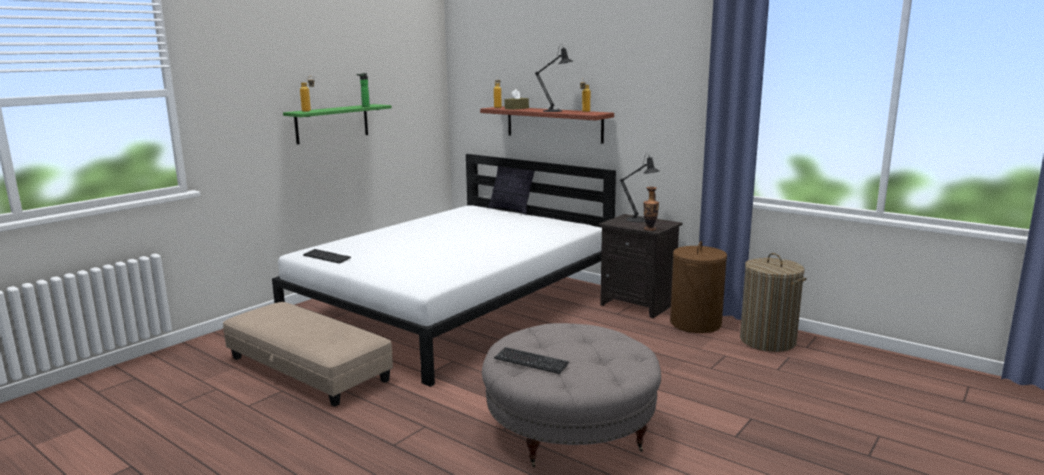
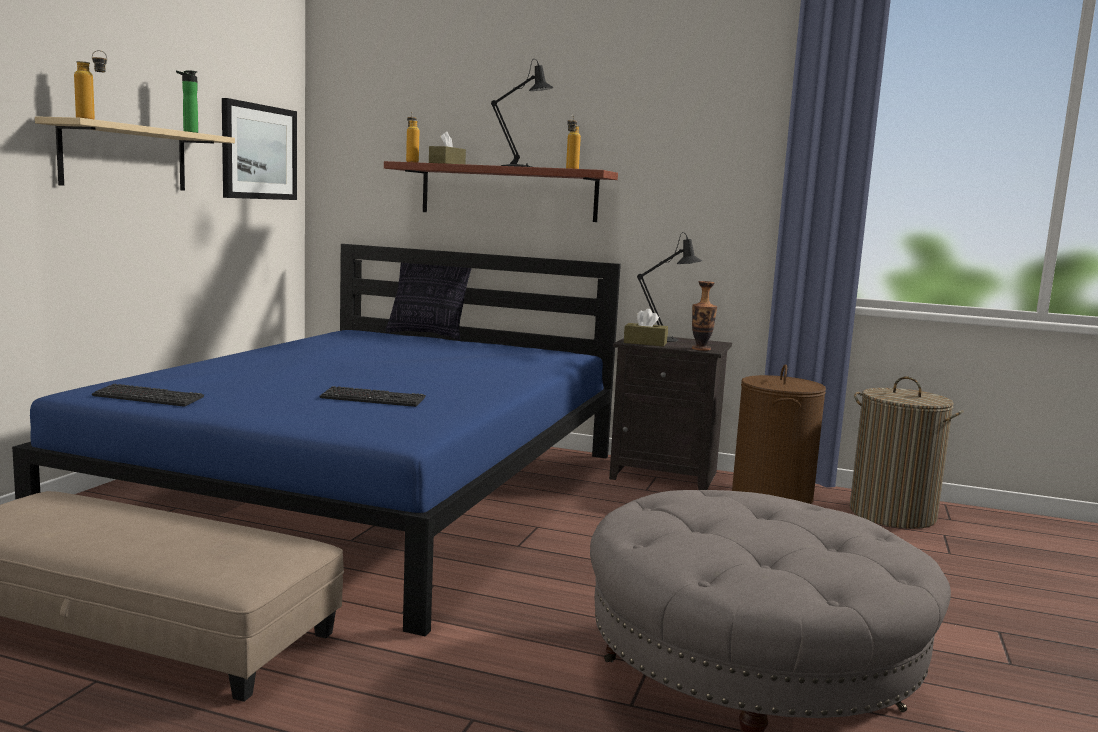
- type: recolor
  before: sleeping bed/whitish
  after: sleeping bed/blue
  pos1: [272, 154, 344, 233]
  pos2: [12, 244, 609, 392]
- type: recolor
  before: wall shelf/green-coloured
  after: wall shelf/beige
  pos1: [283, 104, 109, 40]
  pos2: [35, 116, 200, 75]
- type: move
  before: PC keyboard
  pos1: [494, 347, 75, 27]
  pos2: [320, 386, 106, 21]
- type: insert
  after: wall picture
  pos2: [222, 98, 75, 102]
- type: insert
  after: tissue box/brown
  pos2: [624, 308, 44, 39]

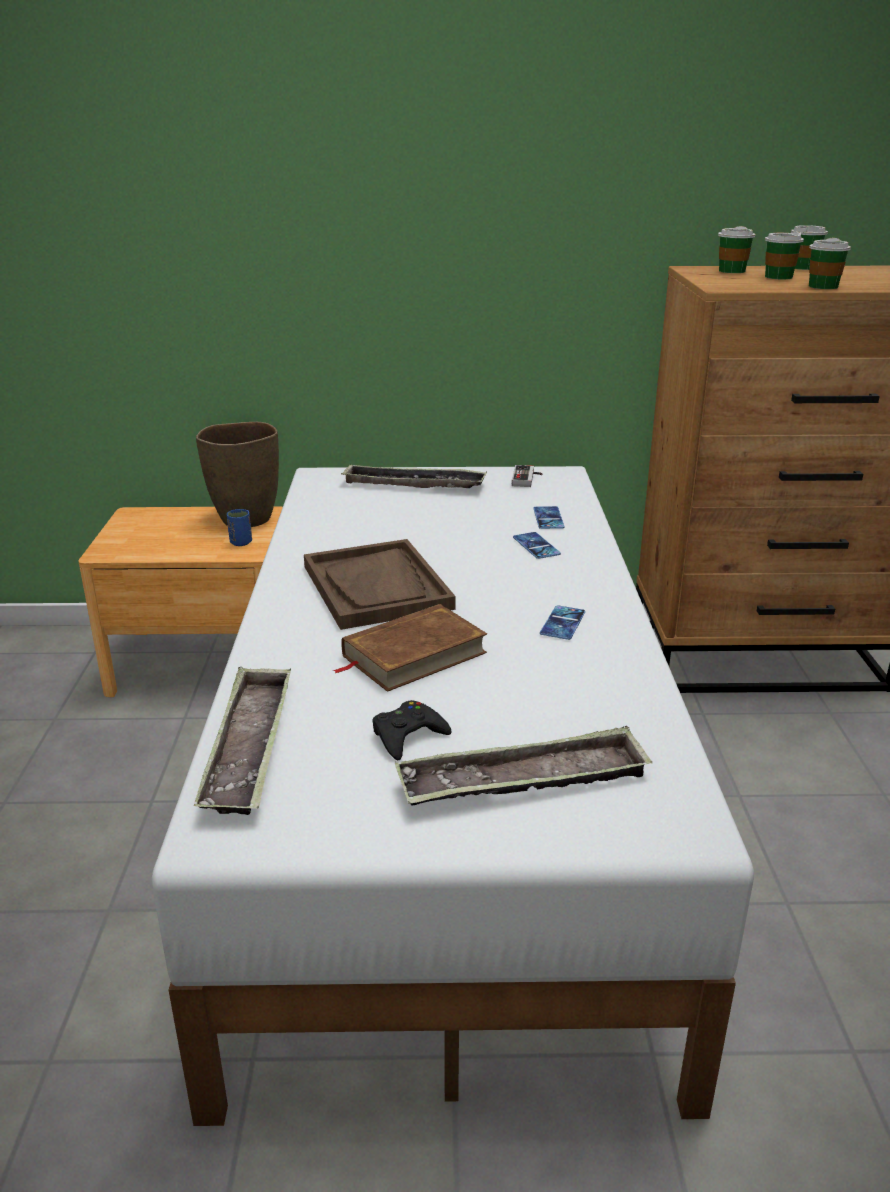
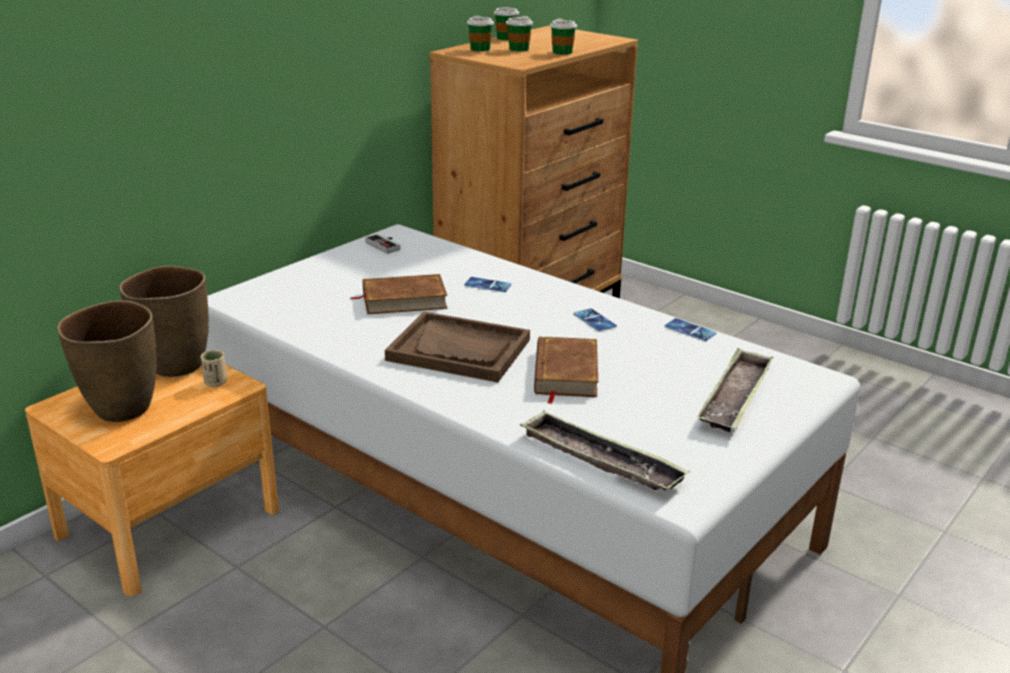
- type: recolor
  before: small cup/blue
  after: small cup/beige
  pos1: [227, 509, 25, 37]
  pos2: [201, 350, 26, 37]
- type: delete
  before: carrying tray
  pos1: [341, 464, 146, 24]
- type: delete
  before: game controller/black
  pos1: [372, 700, 79, 60]
- type: move
  before: handset
  pos1: [533, 506, 31, 23]
  pos2: [665, 318, 52, 23]
- type: insert
  after: flower vase/brown
  pos2: [57, 300, 100, 122]
- type: insert
  after: bound book/brown
  pos2: [350, 274, 98, 40]

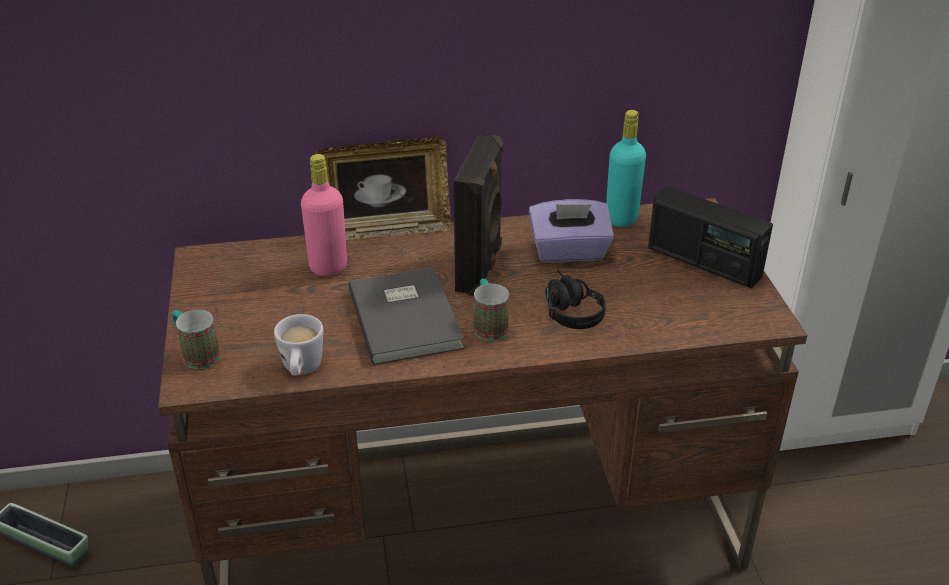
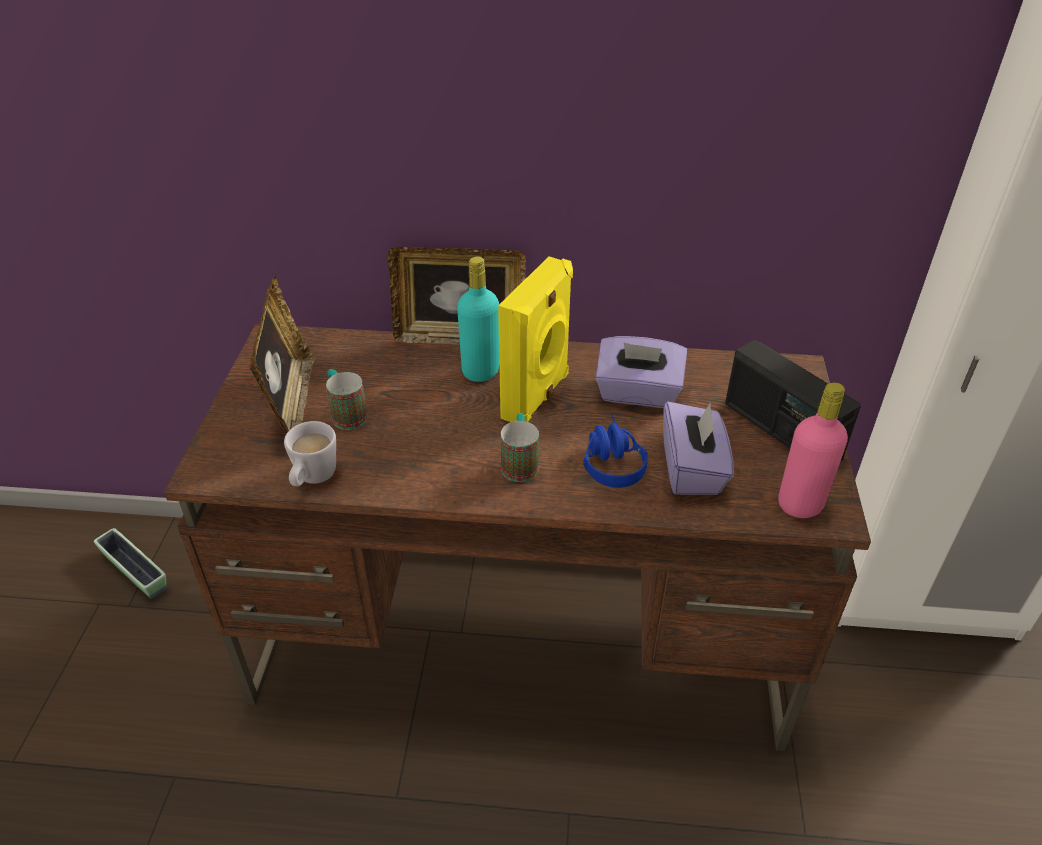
- type: move
  before: tea mug
  pos1: [172, 310, 48, 59]
  pos2: [326, 369, 42, 61]
- type: move
  before: beverage bottle/pink-coloured
  pos1: [301, 154, 46, 122]
  pos2: [778, 382, 70, 136]
- type: delete
  before: bound book/gray
  pos1: [348, 268, 116, 97]
- type: recolor
  before: loudspeaker/black
  after: loudspeaker/yellow
  pos1: [454, 135, 49, 161]
  pos2: [498, 256, 75, 166]
- type: recolor
  before: headphones/black
  after: headphones/blue
  pos1: [546, 270, 60, 59]
  pos2: [583, 414, 65, 74]
- type: move
  before: beverage bottle/turquoise
  pos1: [606, 110, 40, 117]
  pos2: [457, 256, 42, 126]
- type: insert
  after: standing frame
  pos2: [249, 277, 67, 157]
- type: insert
  after: tissue box/purple
  pos2: [663, 401, 71, 94]

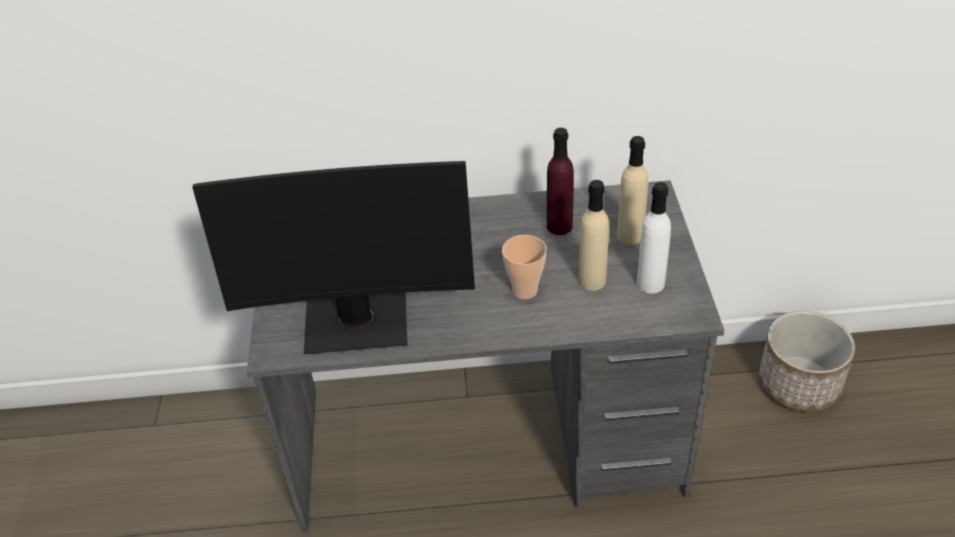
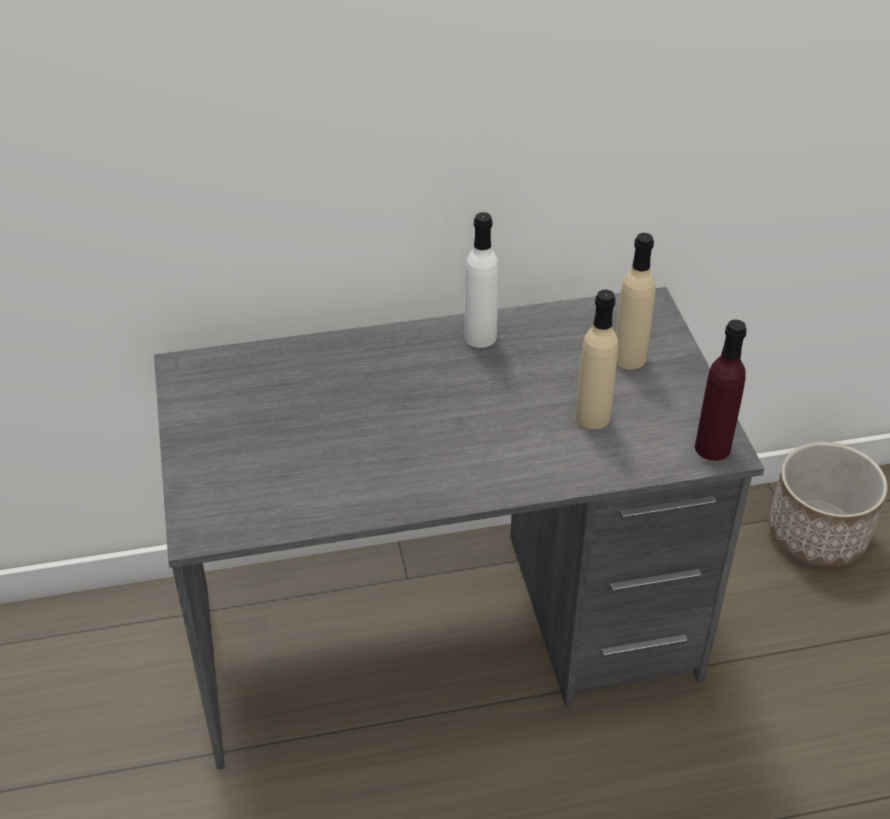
- type: delete
  before: monitor
  pos1: [192, 161, 283, 193]
- type: delete
  before: small cup
  pos1: [502, 235, 45, 64]
- type: move
  before: beverage bottle/purple
  pos1: [547, 128, 27, 107]
  pos2: [695, 320, 52, 141]
- type: move
  before: beverage bottle/whitish
  pos1: [637, 182, 34, 112]
  pos2: [464, 212, 35, 136]

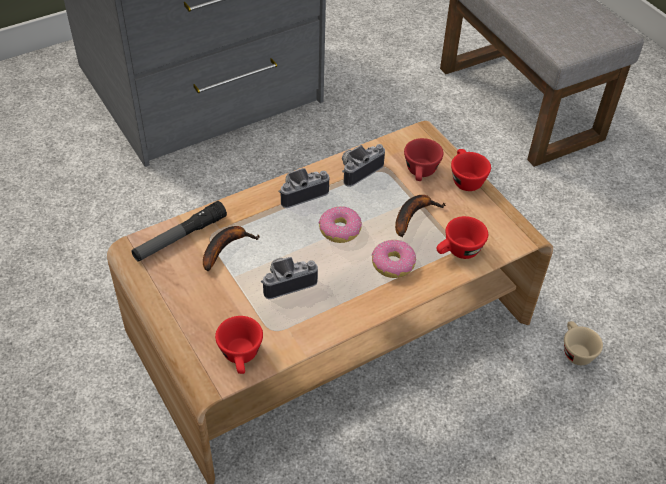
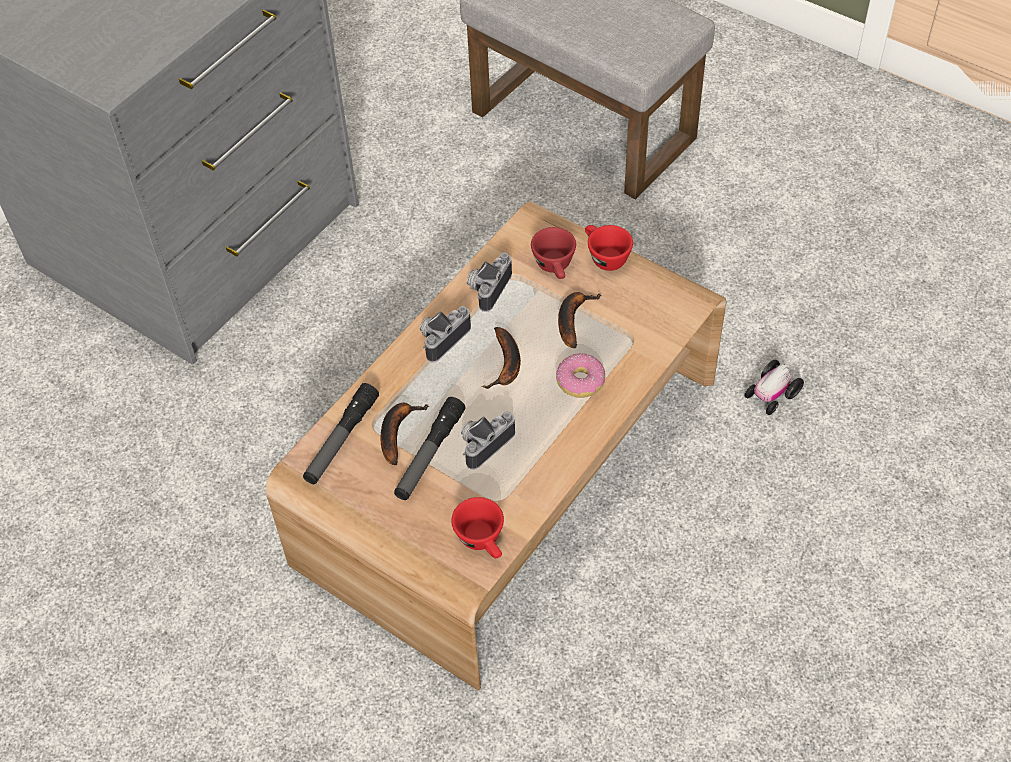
- type: replace
  before: ring doughnut
  after: whole banana
  pos1: [319, 206, 43, 37]
  pos2: [482, 327, 39, 62]
- type: delete
  before: small cup/red
  pos1: [436, 216, 52, 43]
- type: replace
  before: small cup/beige
  after: toy car
  pos1: [564, 321, 39, 44]
  pos2: [744, 360, 60, 55]
- type: insert
  after: flashlight
  pos2: [394, 397, 72, 103]

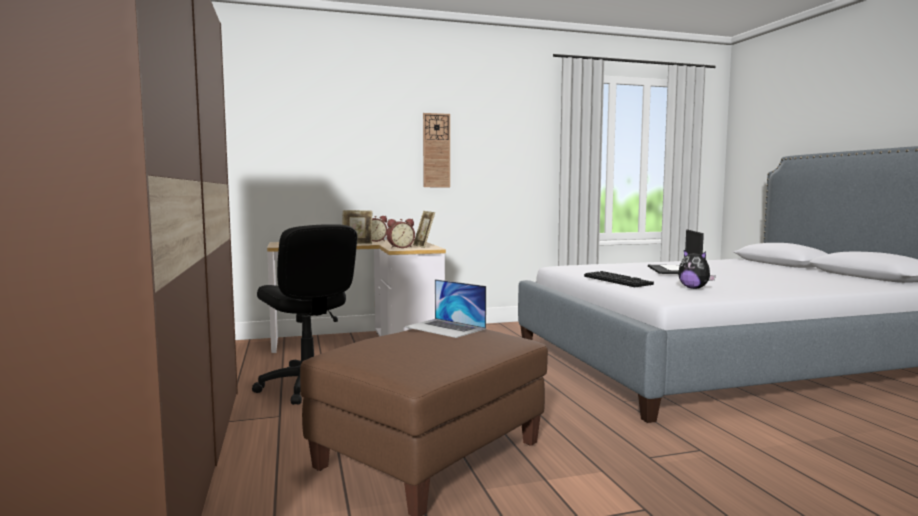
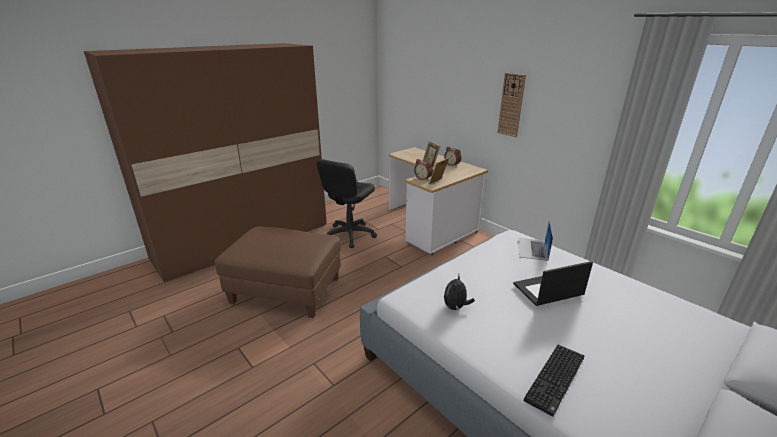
- type: move
  before: portable computer
  pos1: [405, 279, 81, 59]
  pos2: [518, 220, 35, 41]
- type: move
  before: PC keyboard
  pos1: [584, 271, 70, 16]
  pos2: [524, 345, 60, 71]

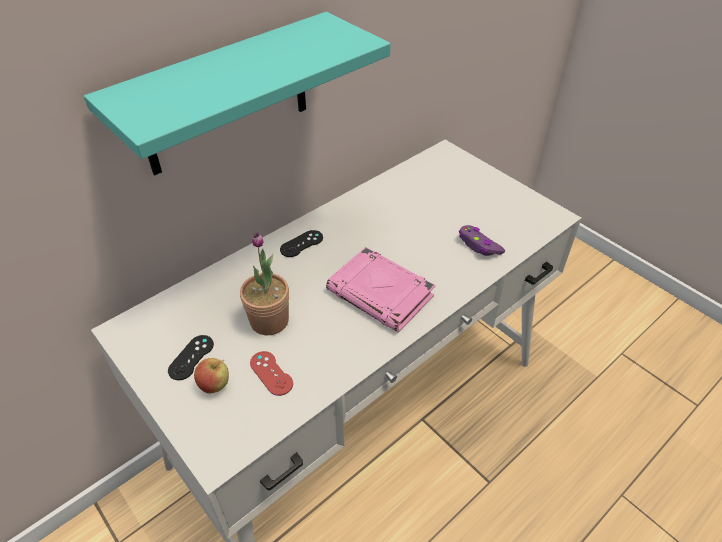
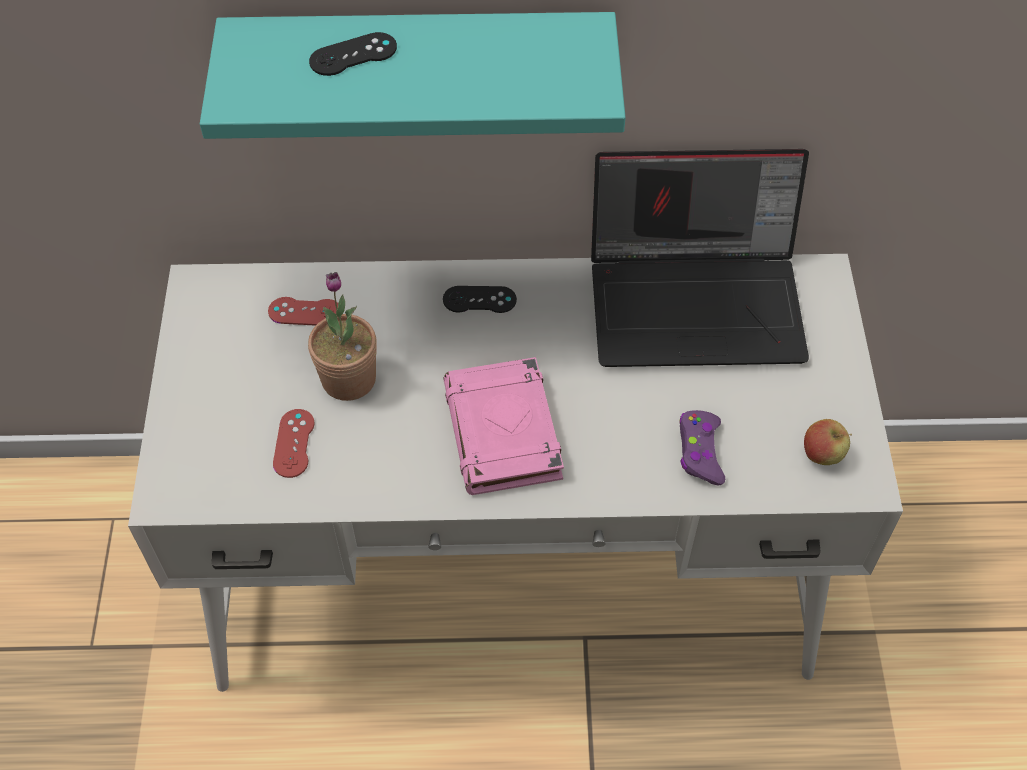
- type: move
  before: game controller/black
  pos1: [168, 335, 46, 45]
  pos2: [309, 32, 88, 44]
- type: move
  before: whole apple
  pos1: [194, 358, 35, 36]
  pos2: [804, 419, 48, 46]
- type: insert
  after: game controller/red
  pos2: [268, 297, 70, 29]
- type: insert
  after: portable computer
  pos2: [591, 149, 218, 218]

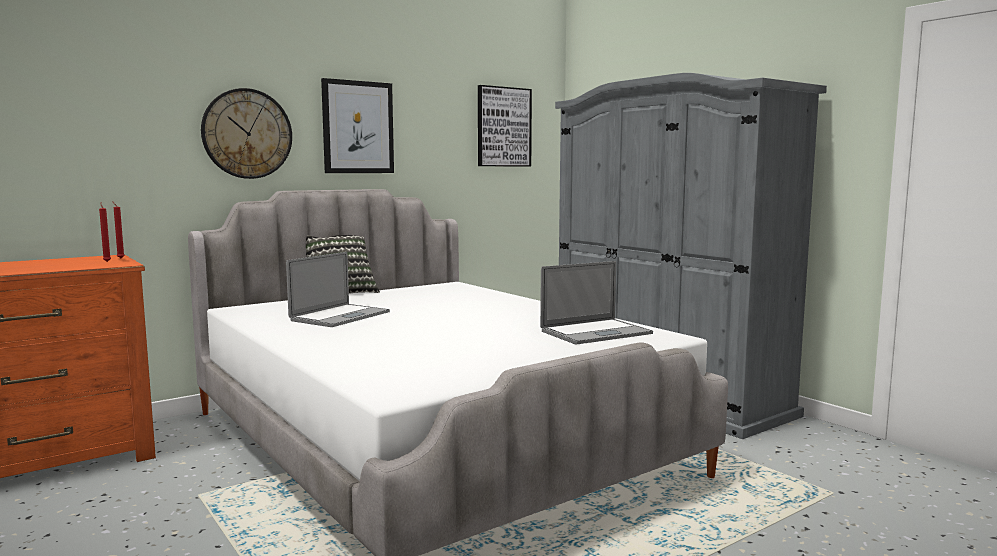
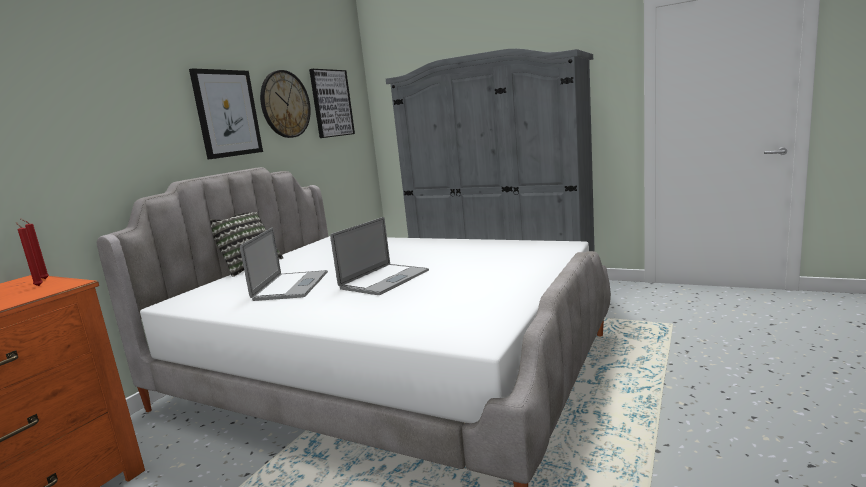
- type: move
  before: clock on the wall
  pos1: [201, 88, 91, 91]
  pos2: [260, 70, 51, 68]
- type: move
  before: portable computer
  pos1: [540, 261, 113, 84]
  pos2: [330, 217, 99, 78]

